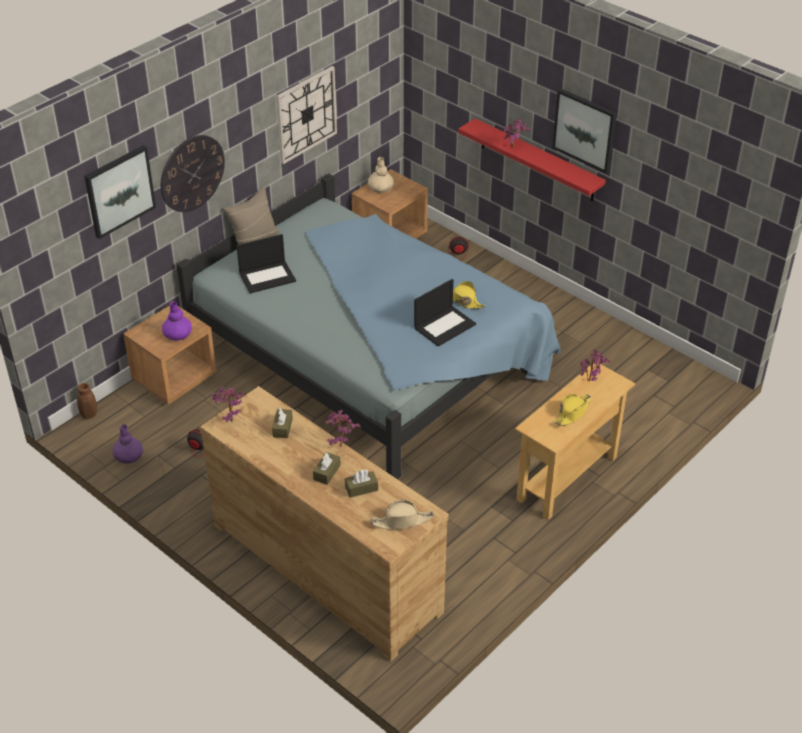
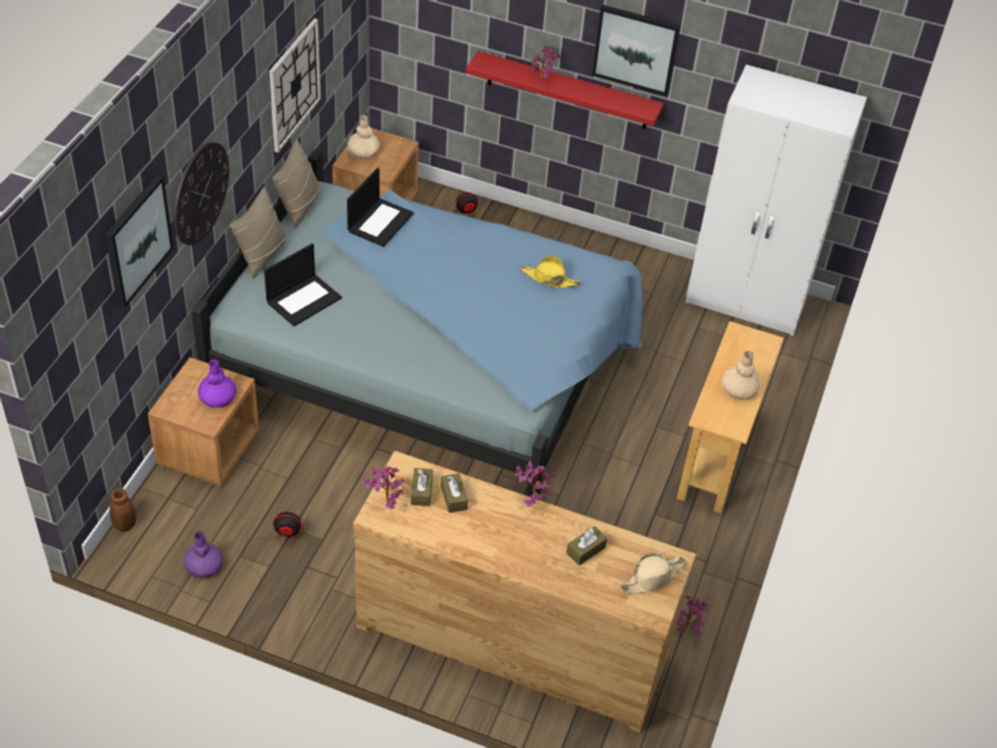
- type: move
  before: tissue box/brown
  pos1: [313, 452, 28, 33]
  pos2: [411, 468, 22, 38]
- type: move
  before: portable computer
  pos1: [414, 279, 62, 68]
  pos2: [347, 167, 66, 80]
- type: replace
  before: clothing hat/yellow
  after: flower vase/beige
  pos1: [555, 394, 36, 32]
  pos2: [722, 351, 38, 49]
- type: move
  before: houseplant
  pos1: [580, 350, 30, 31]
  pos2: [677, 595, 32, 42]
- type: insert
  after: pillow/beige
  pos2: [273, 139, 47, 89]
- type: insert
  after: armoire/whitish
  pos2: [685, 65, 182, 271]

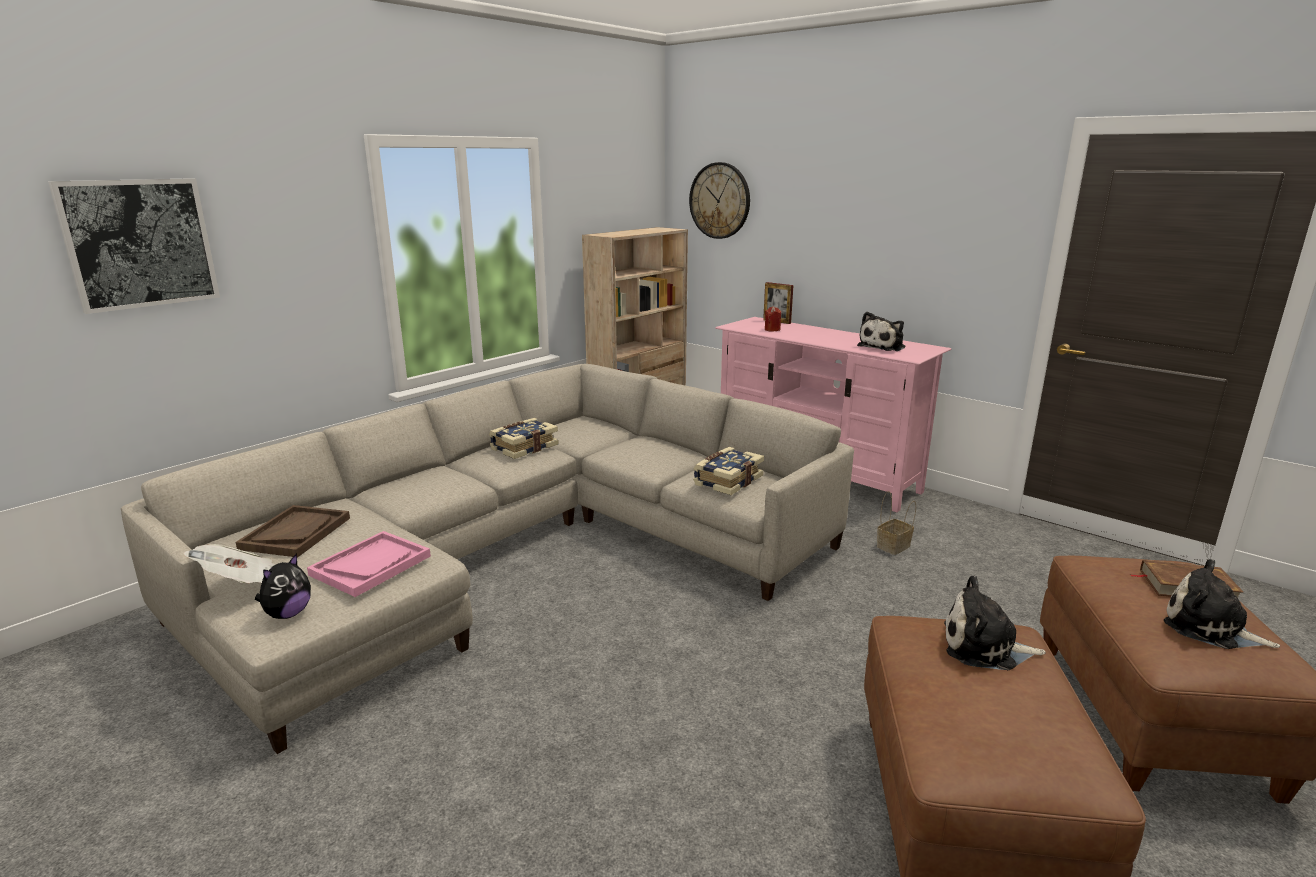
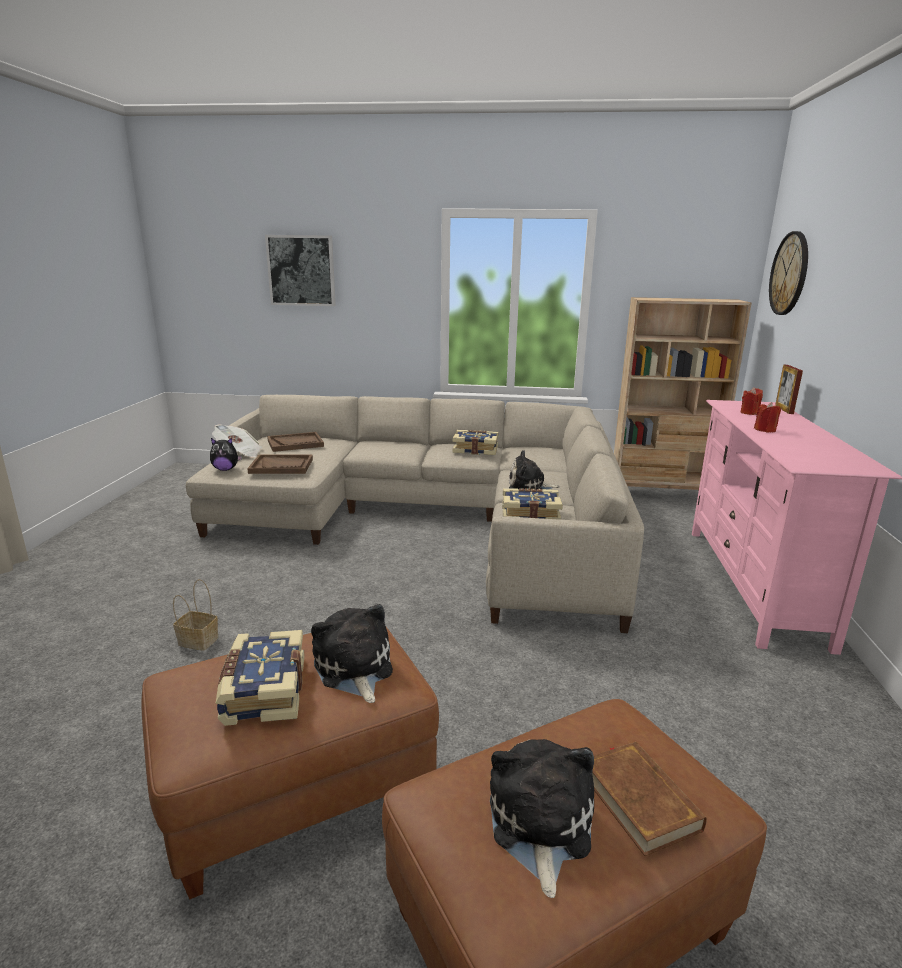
- type: recolor
  before: carrying tray/pink-coloured
  after: carrying tray/brown
  pos1: [307, 531, 124, 66]
  pos2: [247, 455, 66, 19]
- type: move
  before: cuddly toy
  pos1: [857, 312, 48, 39]
  pos2: [509, 450, 51, 40]
- type: move
  before: basket
  pos1: [877, 491, 39, 64]
  pos2: [173, 579, 46, 72]
- type: insert
  after: bound book
  pos2: [216, 630, 89, 96]
- type: insert
  after: candle/red
  pos2: [754, 402, 27, 30]

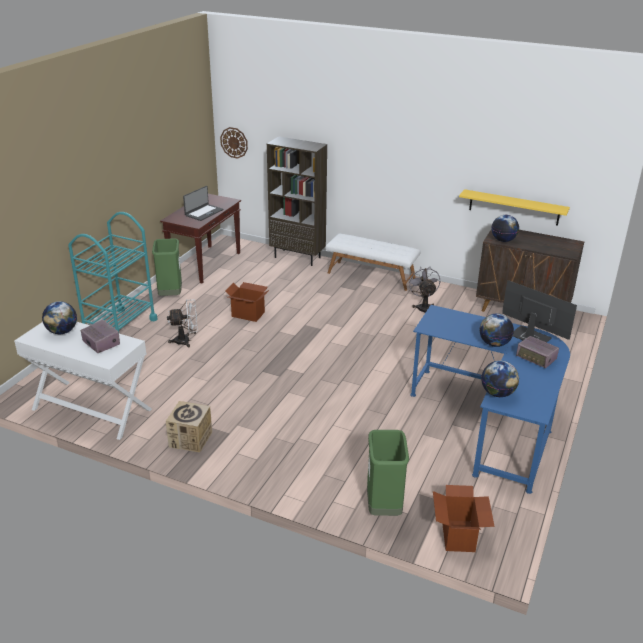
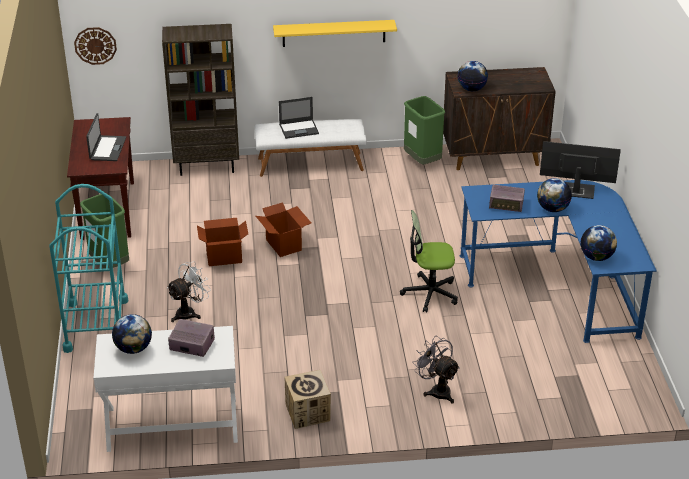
- type: move
  before: trash can/green-coloured
  pos1: [367, 430, 42, 86]
  pos2: [404, 96, 41, 68]
- type: move
  before: electric fan/gray
  pos1: [408, 266, 32, 47]
  pos2: [413, 336, 47, 68]
- type: move
  before: carton
  pos1: [433, 485, 62, 67]
  pos2: [256, 202, 55, 55]
- type: move
  before: wall shelf/yellow
  pos1: [459, 189, 111, 37]
  pos2: [273, 20, 124, 27]
- type: move
  before: radio receiver
  pos1: [516, 336, 43, 32]
  pos2: [489, 185, 36, 27]
- type: insert
  after: portable computer
  pos2: [279, 97, 40, 42]
- type: insert
  after: office chair
  pos2: [400, 210, 58, 102]

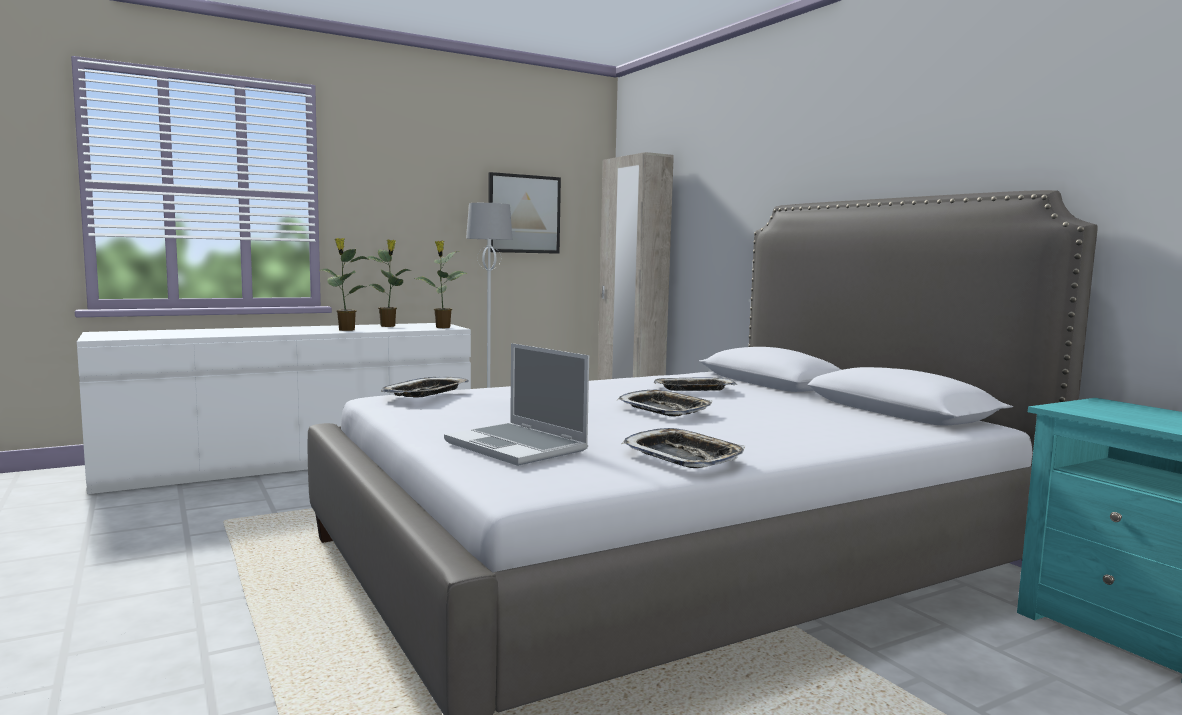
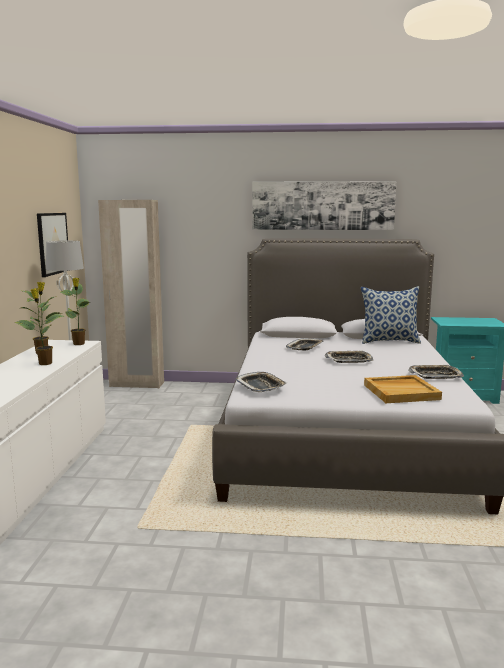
- type: replace
  before: portable computer
  after: carrying tray/beige
  pos1: [444, 343, 145, 123]
  pos2: [364, 375, 78, 28]
- type: insert
  after: wall picture
  pos2: [253, 181, 143, 49]
- type: insert
  after: pillow
  pos2: [361, 286, 60, 58]

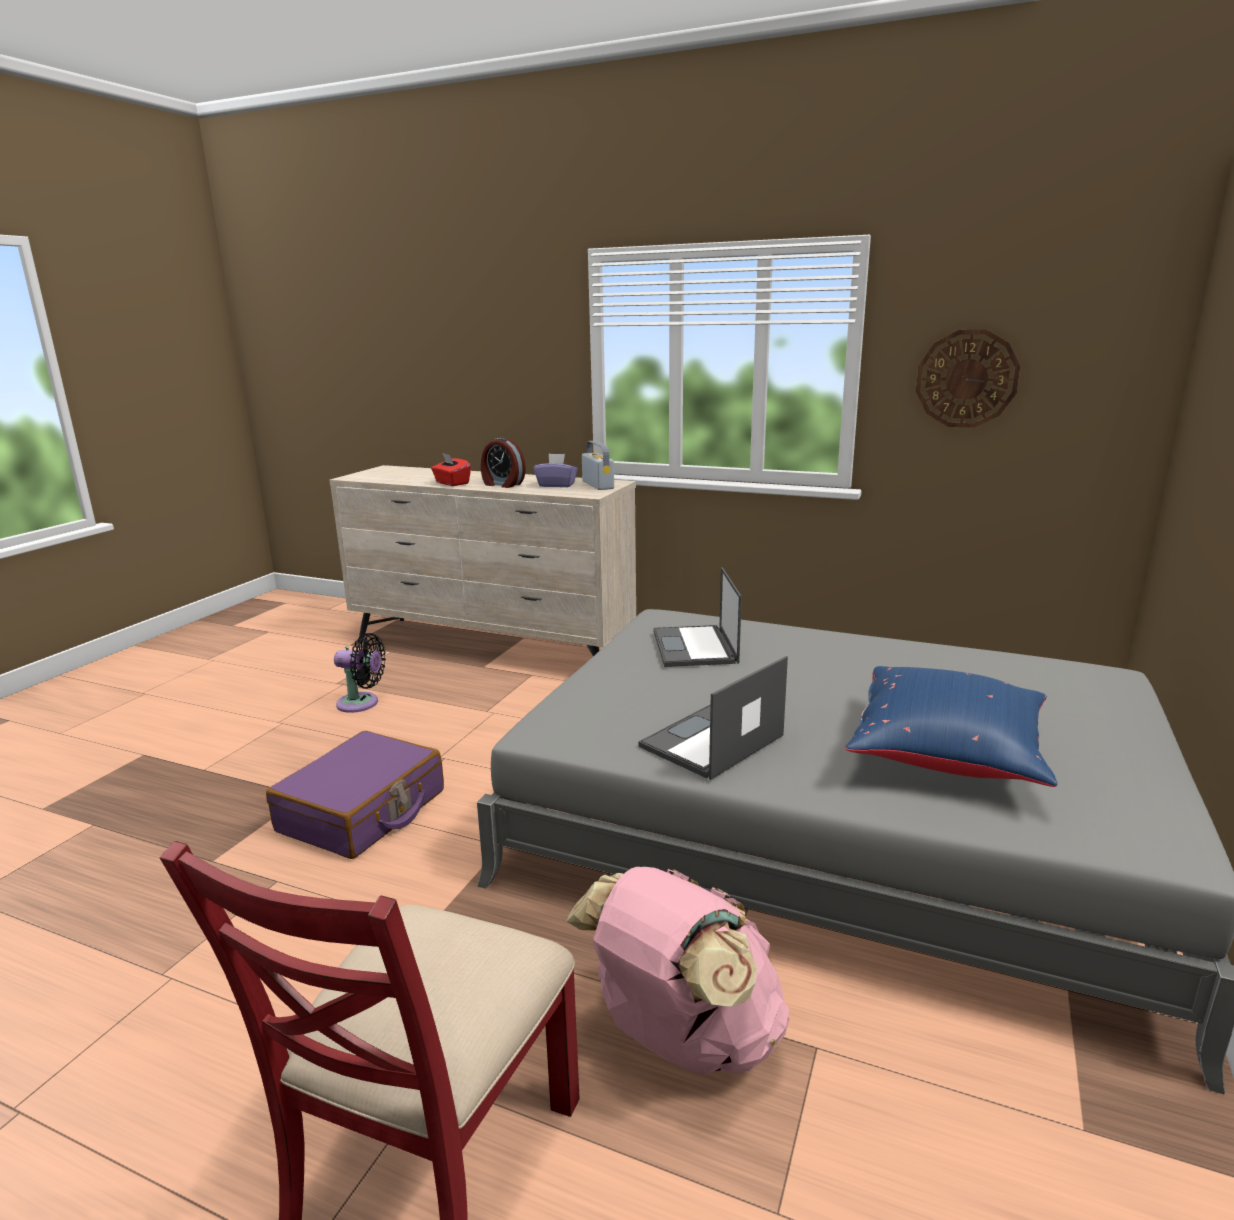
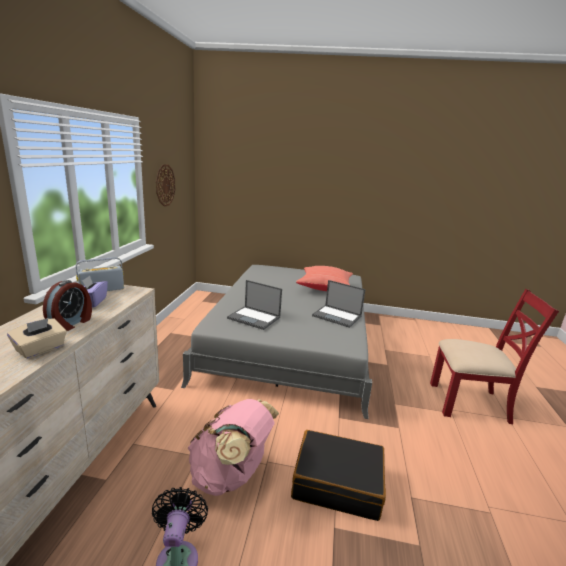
- type: recolor
  before: travel case/purple
  after: travel case/black
  pos1: [266, 731, 178, 128]
  pos2: [291, 430, 95, 91]
- type: recolor
  before: tissue box/red
  after: tissue box/beige
  pos1: [431, 453, 40, 33]
  pos2: [7, 318, 60, 41]
- type: move
  before: knapsack/pink-coloured
  pos1: [566, 867, 223, 207]
  pos2: [188, 399, 91, 97]
- type: rotate
  before: portable computer
  pos1: [653, 567, 89, 100]
  pos2: [227, 280, 55, 50]
  turn: 45
- type: recolor
  before: pillow/blue
  after: pillow/red
  pos1: [845, 666, 213, 121]
  pos2: [296, 266, 57, 25]

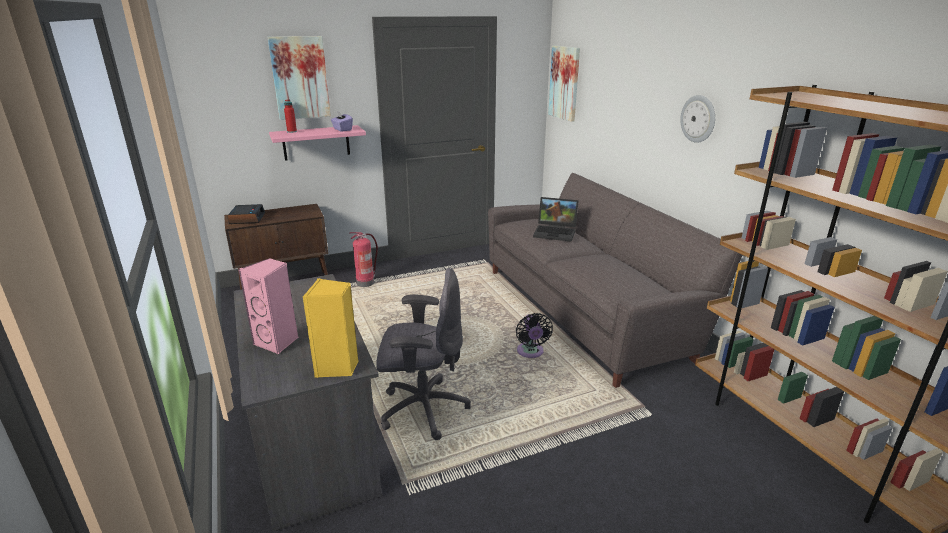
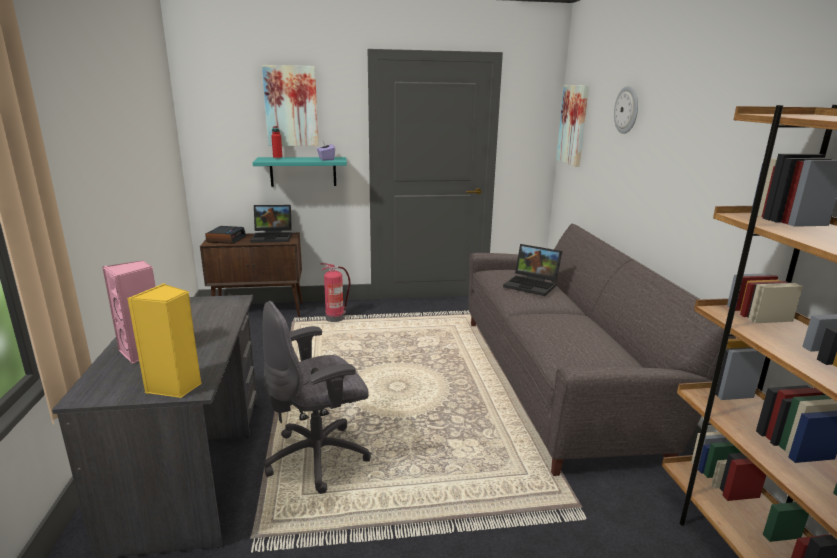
- type: recolor
  before: wall shelf/pink-coloured
  after: wall shelf/turquoise
  pos1: [269, 125, 97, 36]
  pos2: [253, 157, 94, 30]
- type: rotate
  before: office chair/gray
  pos1: [376, 268, 95, 172]
  pos2: [263, 301, 108, 193]
  turn: 135
- type: delete
  before: electric fan/black
  pos1: [516, 313, 37, 45]
- type: move
  before: clock on the wall
  pos1: [680, 95, 35, 48]
  pos2: [614, 86, 24, 48]
- type: insert
  after: portable computer
  pos2: [250, 205, 42, 38]

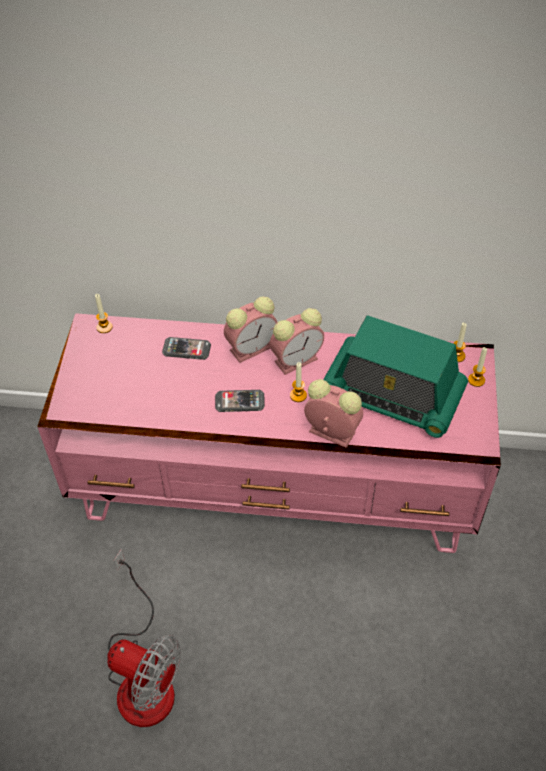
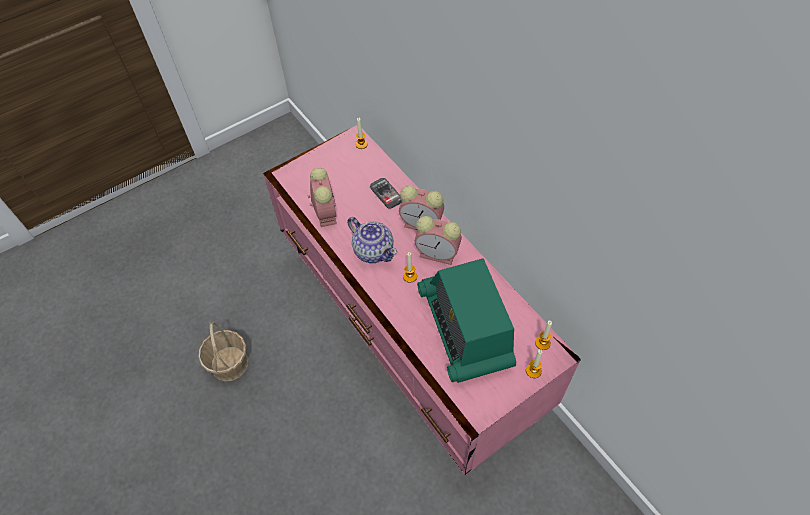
- type: replace
  before: electric fan
  after: basket
  pos1: [107, 549, 74, 178]
  pos2: [198, 322, 50, 59]
- type: replace
  before: handset
  after: tea pot
  pos1: [215, 390, 50, 22]
  pos2: [347, 217, 50, 46]
- type: move
  before: bedside clock
  pos1: [304, 379, 59, 69]
  pos2: [308, 167, 29, 60]

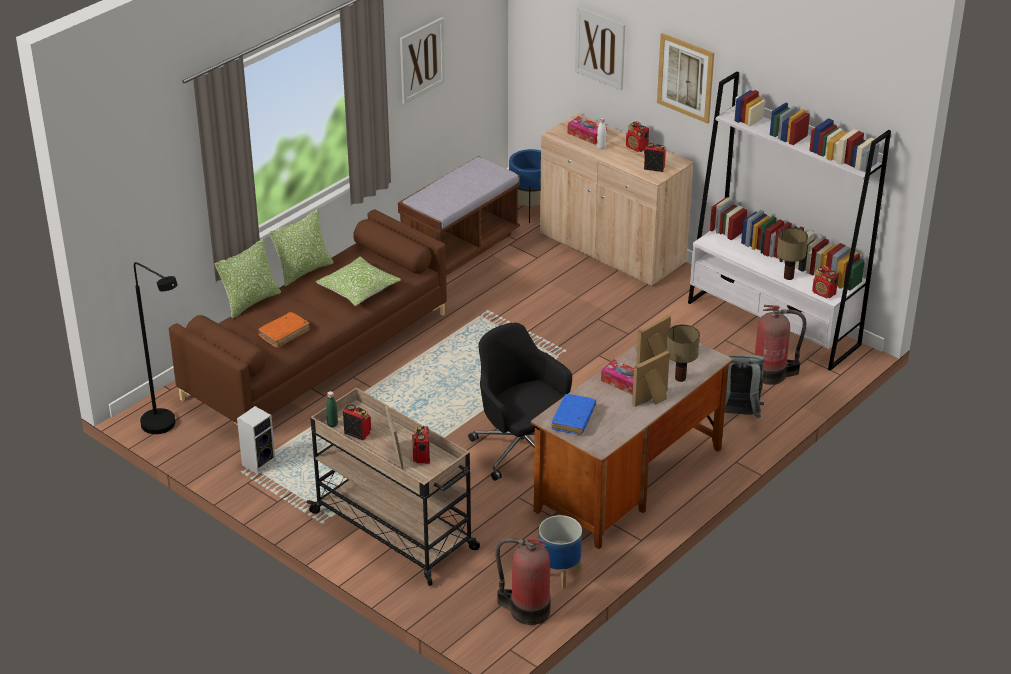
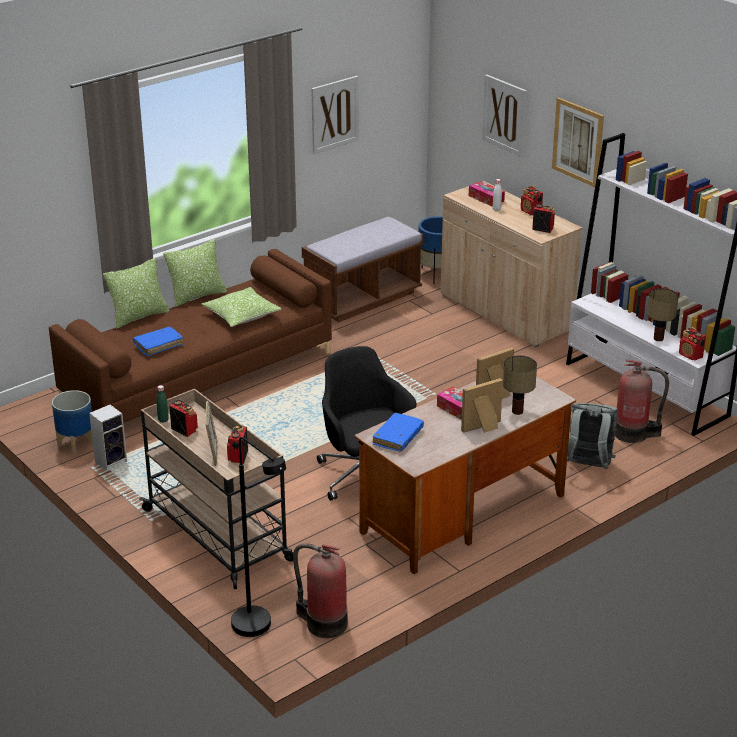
- type: move
  before: floor lamp/black
  pos1: [134, 262, 44, 172]
  pos2: [231, 437, 55, 200]
- type: recolor
  before: bound book/orange
  after: bound book/blue
  pos1: [258, 312, 52, 36]
  pos2: [133, 327, 50, 29]
- type: move
  before: plant pot
  pos1: [539, 515, 43, 74]
  pos2: [52, 390, 41, 66]

